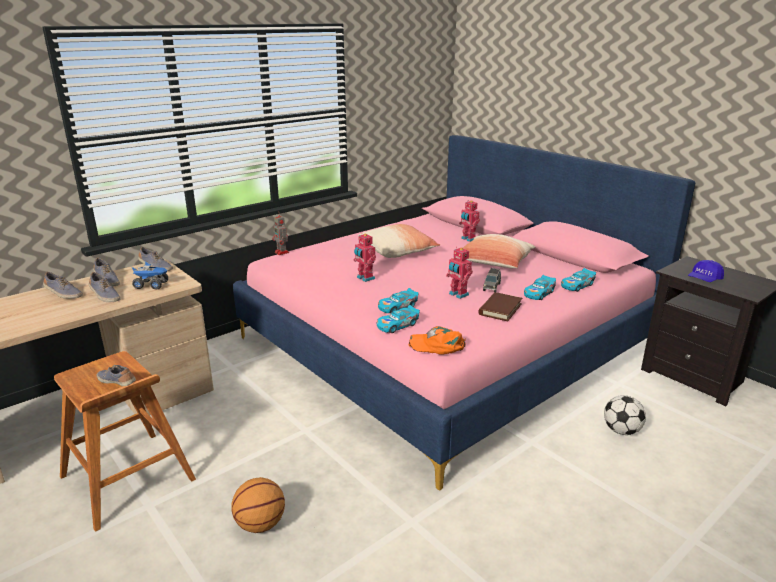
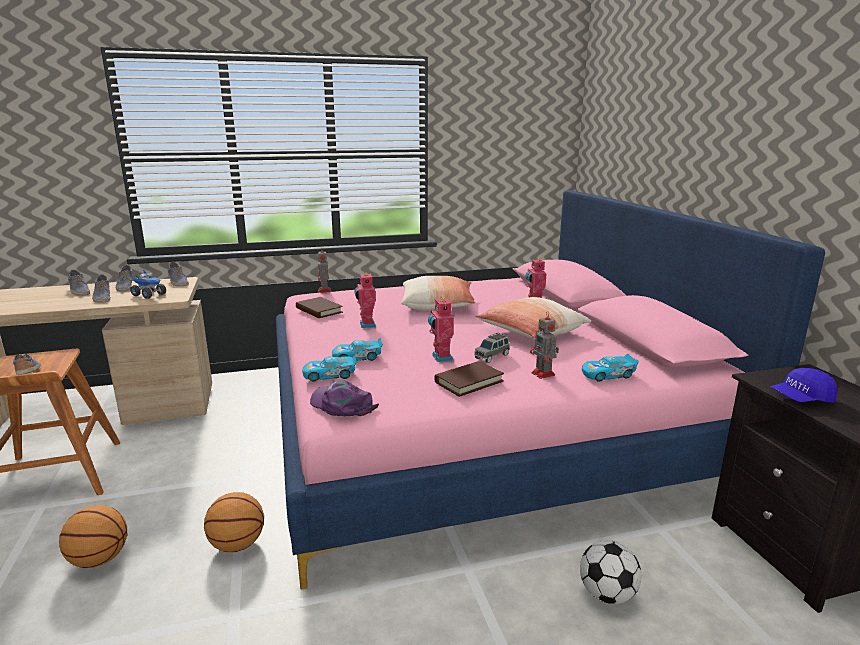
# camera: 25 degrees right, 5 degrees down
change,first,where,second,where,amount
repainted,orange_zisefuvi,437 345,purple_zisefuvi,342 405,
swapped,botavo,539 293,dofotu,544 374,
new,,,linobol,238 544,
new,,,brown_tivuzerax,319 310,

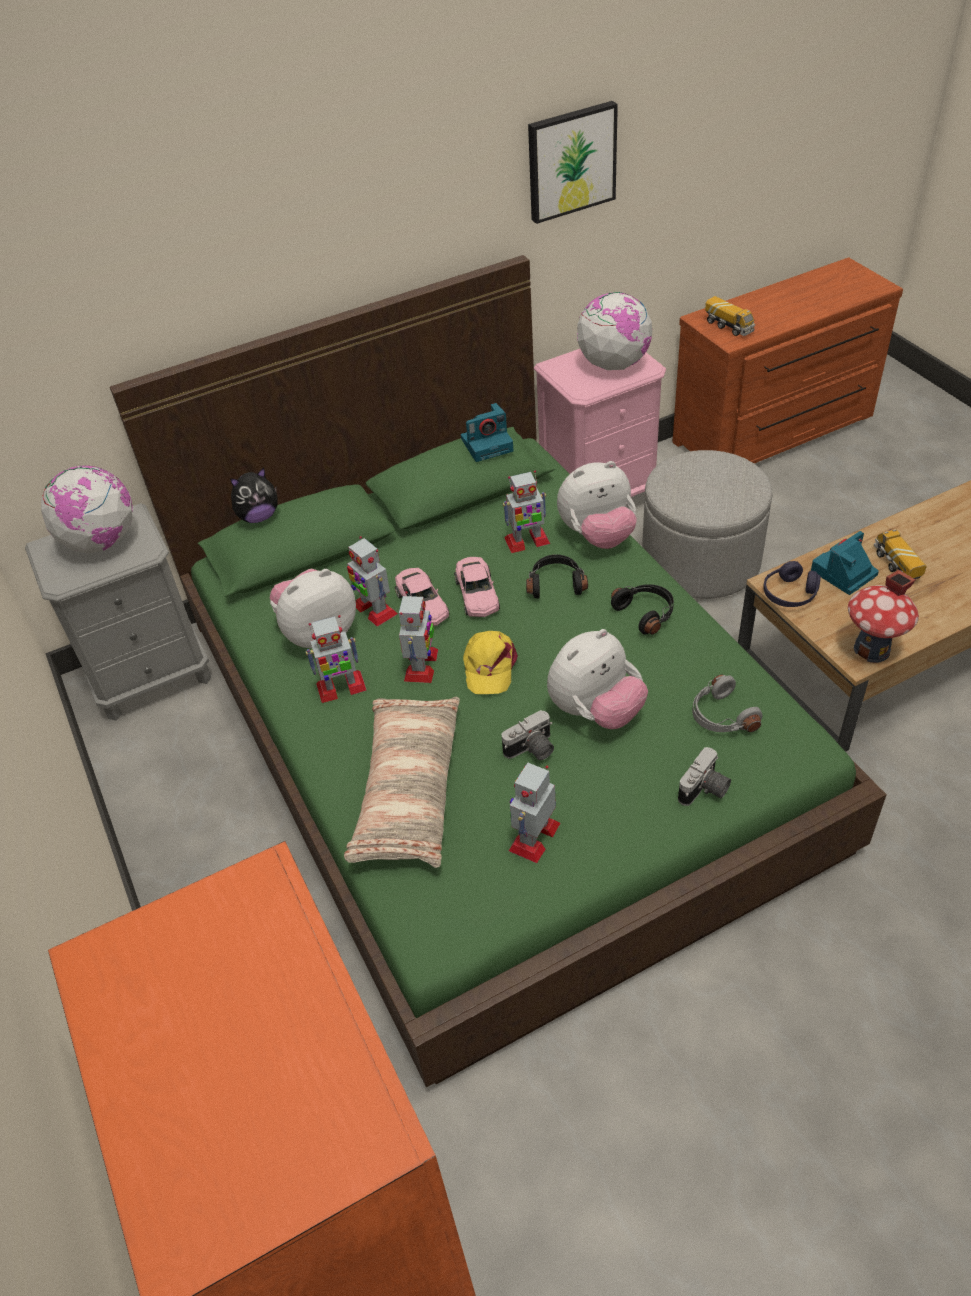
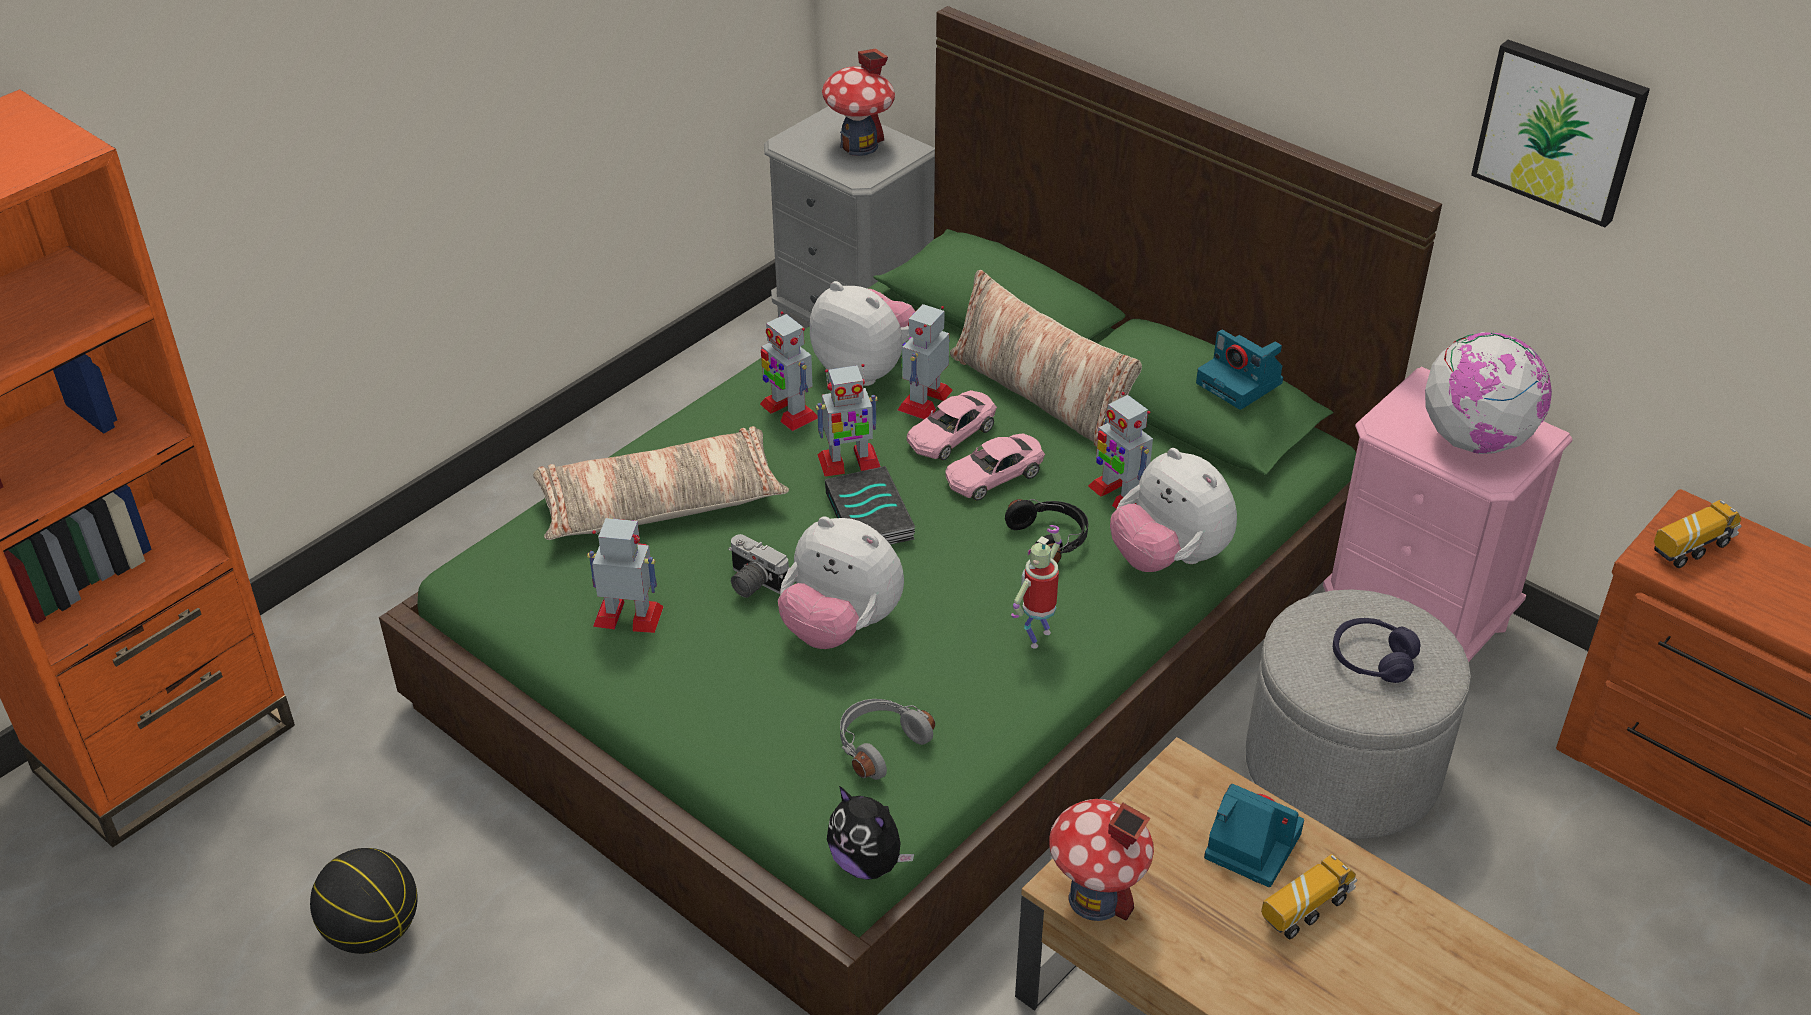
# camera: 65 degrees right, 5 degrees down
change,first,where,second,where,amount
swapped,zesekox,101 541,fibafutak,859 145,
shifted,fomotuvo,258 517,,868 863,
swapped,yellow_zisefuvi,489 666,tivuzerax,871 516,
swapped,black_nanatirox,646 613,dofotu,1037 636,
gone,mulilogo,705 790,,,
rotated,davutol,728 327,,1692 548,150 degrees counterclockwise
shifted,purple_nanatirox,789 594,,1372 660,
new,,,linobol,373 931,
new,,,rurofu,1041 397,

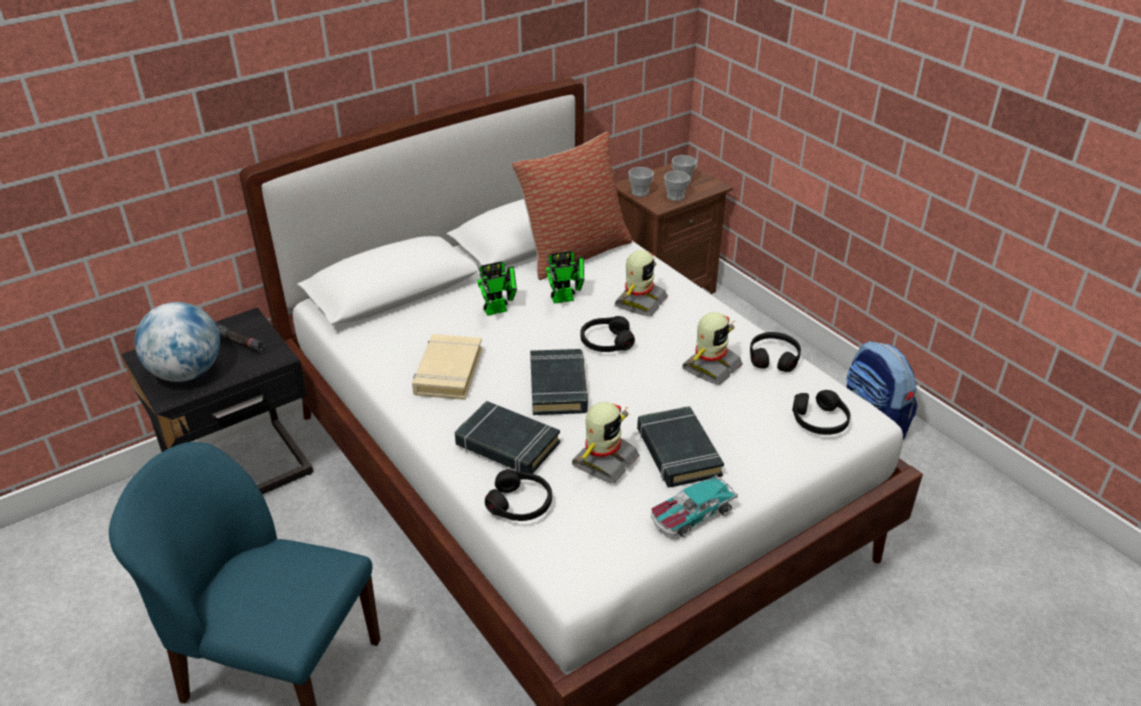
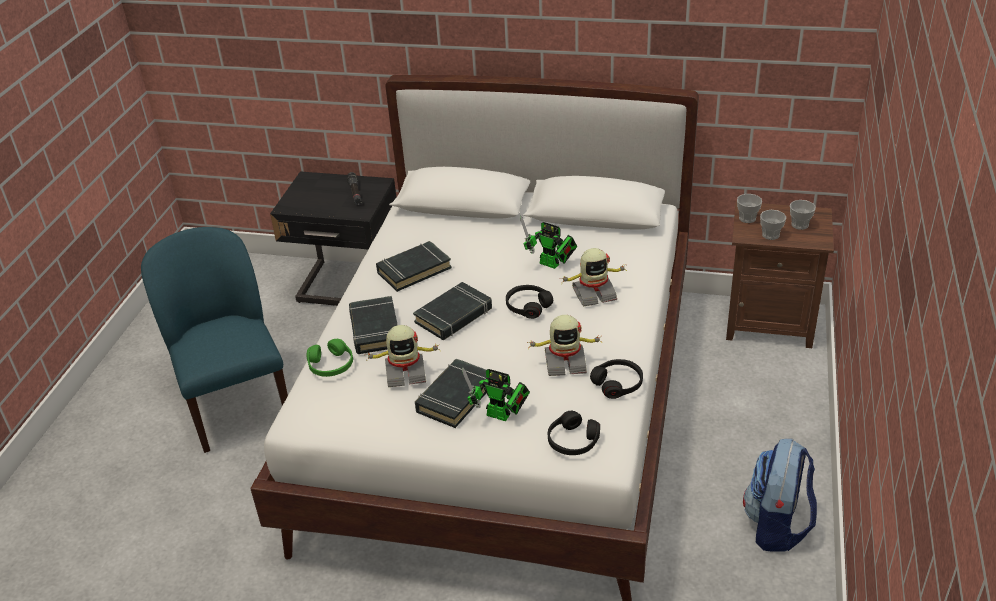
# camera: 50 degrees right, 0 degrees up
change,first,where,second,where,amount
gone,zesekox,187 373,,,
repainted,beige_tivuzerax,448 372,black_tivuzerax,414 270,
shifted,dofotu,499 310,,501 416,
repainted,black_nanatirox,520 504,green_nanatirox,331 365,
gone,rurofu,574 252,,,
gone,botavo,691 515,,,

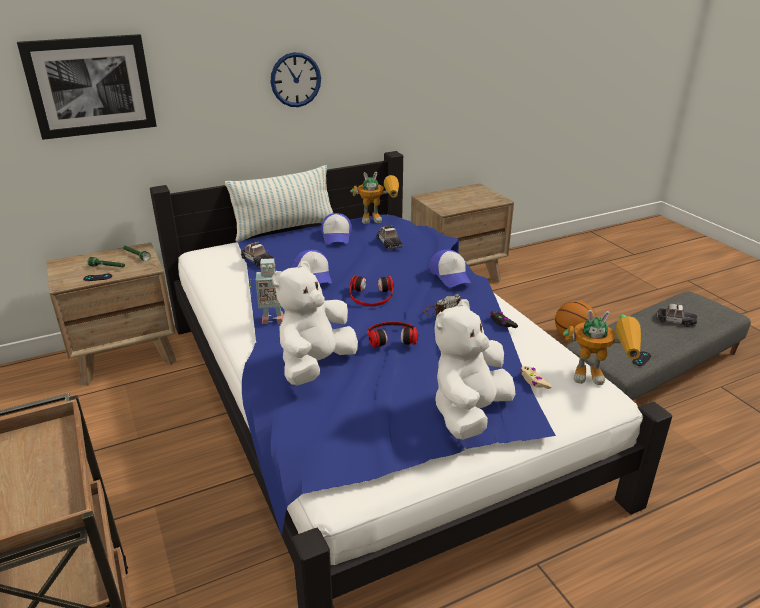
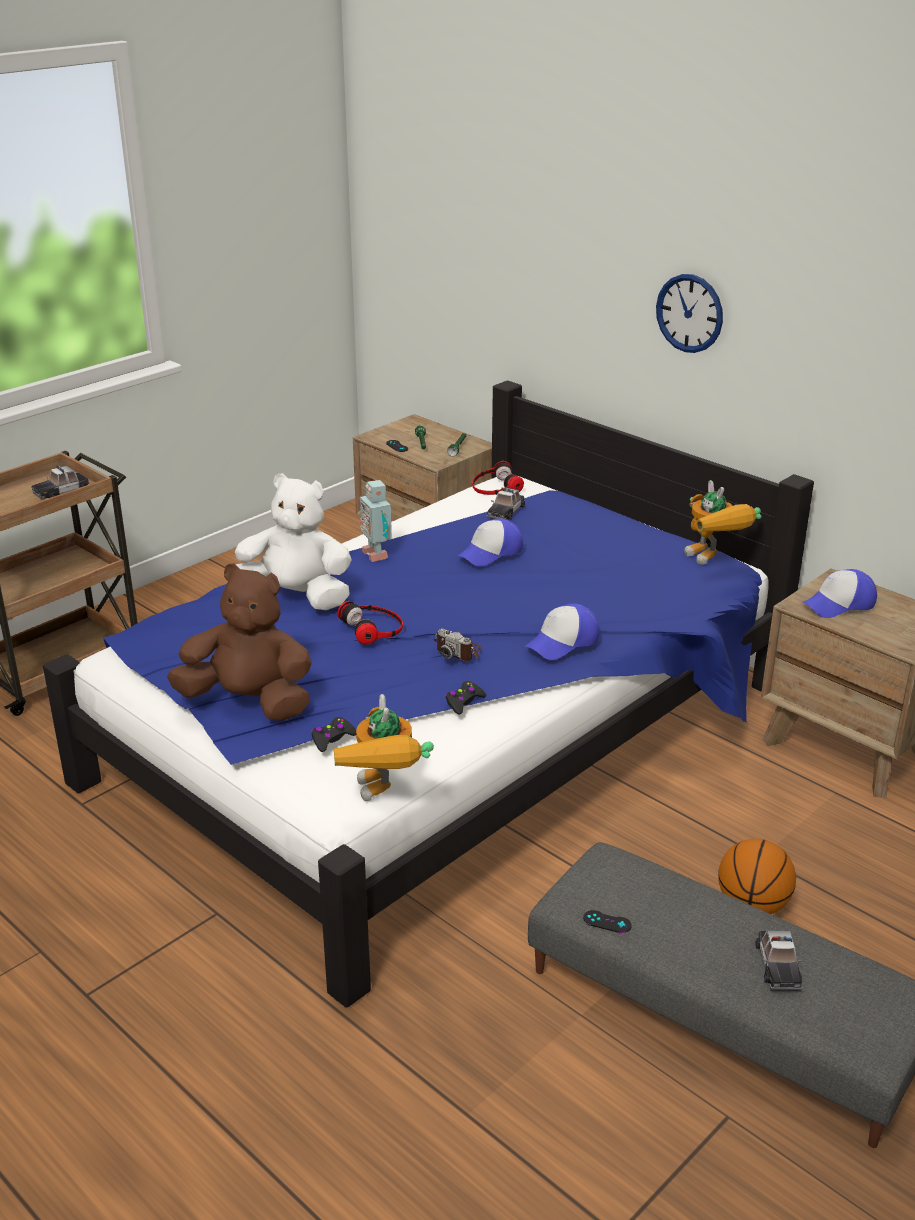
# camera: 70 degrees right, 0 degrees up
change,first,where,second,where,amount
gone,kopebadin,90 86,,,
gone,rurofu,285 229,,,
shifted,zisefuvi,336 236,,839 604,
shifted,nanatirox,371 296,,495 486,
shifted,botavo,389 242,,61 491,
repainted,white_fomotuvo,469 413,brown_fomotuvo,249 702,
repainted,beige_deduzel,534 381,black_deduzel,332 739,

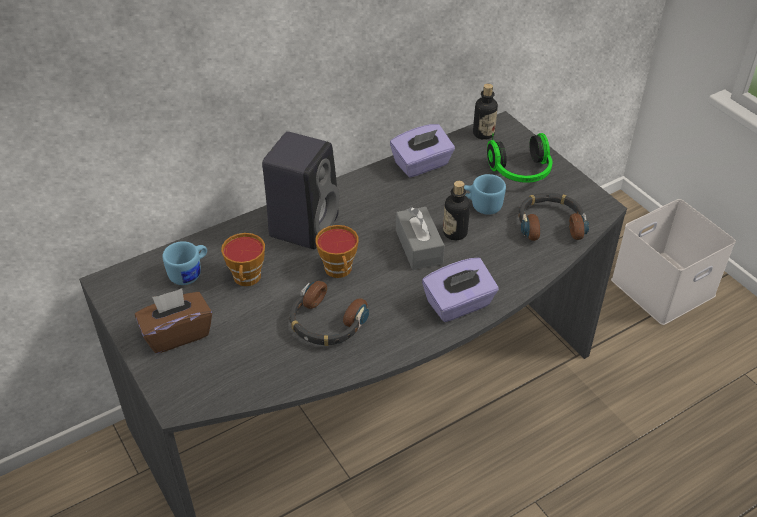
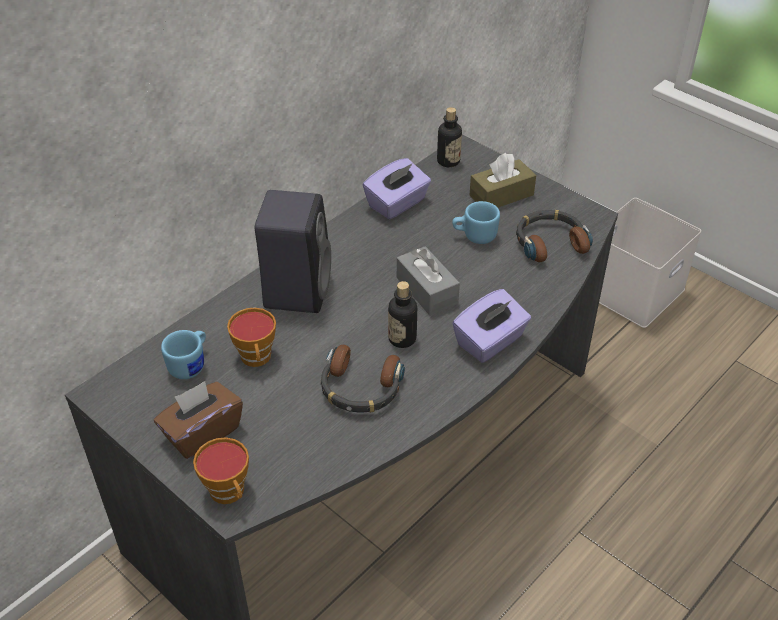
# camera: 15 degrees left, 0 degrees up
change,first,where,second,where,amount
shifted,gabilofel,339 270,,229 493,
shifted,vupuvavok,455 233,,402 339,
swapped,nanatirox,521 173,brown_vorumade,501 195,

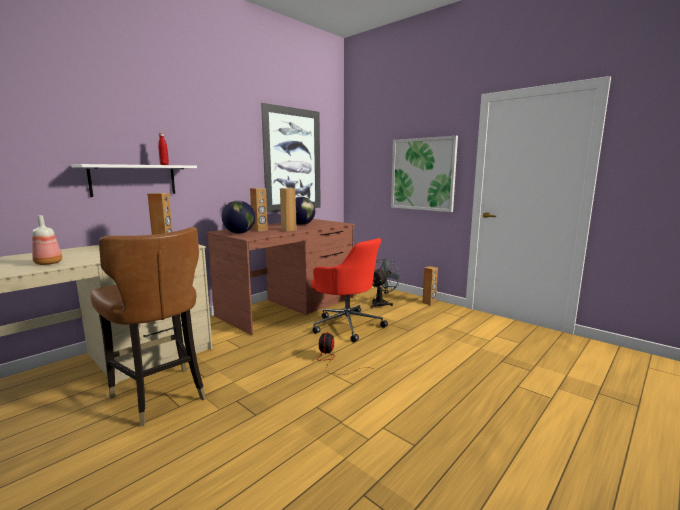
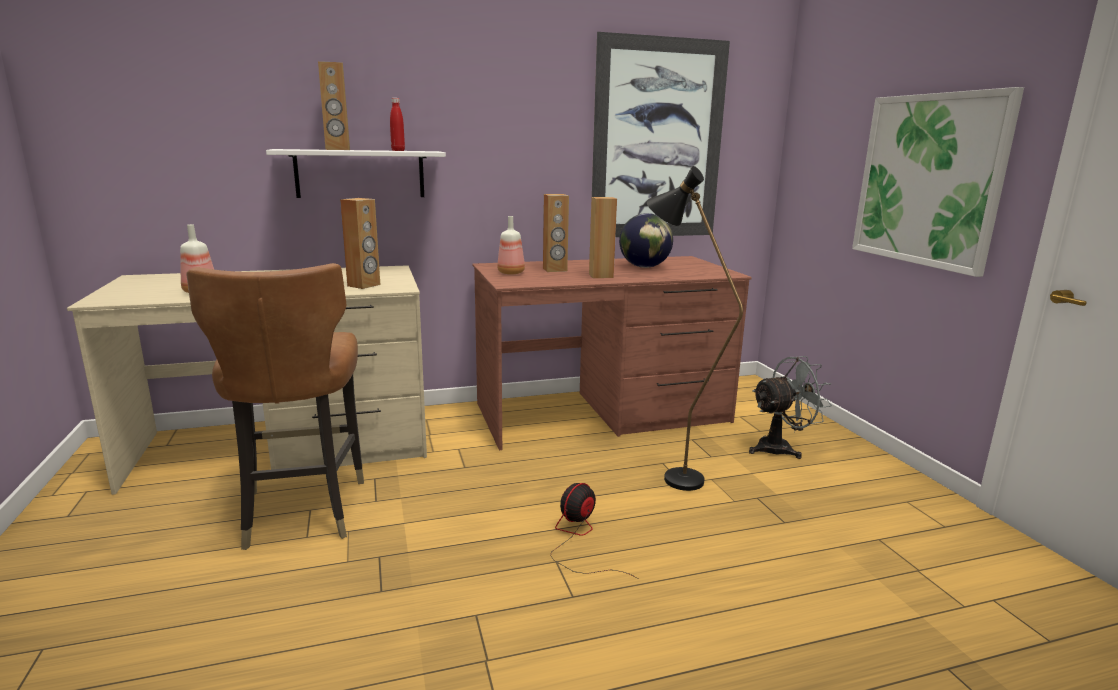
# camera: 30 degrees right, 5 degrees up
change,first,where,second,where,amount
swapped,zesekox,239 233,vupuvavok,511 273,
swapped,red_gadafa,347 325,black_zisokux,670 475,
shifted,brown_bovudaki,429 302,,338 149,

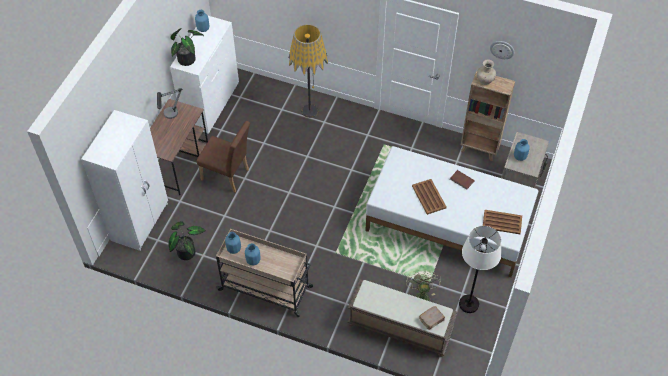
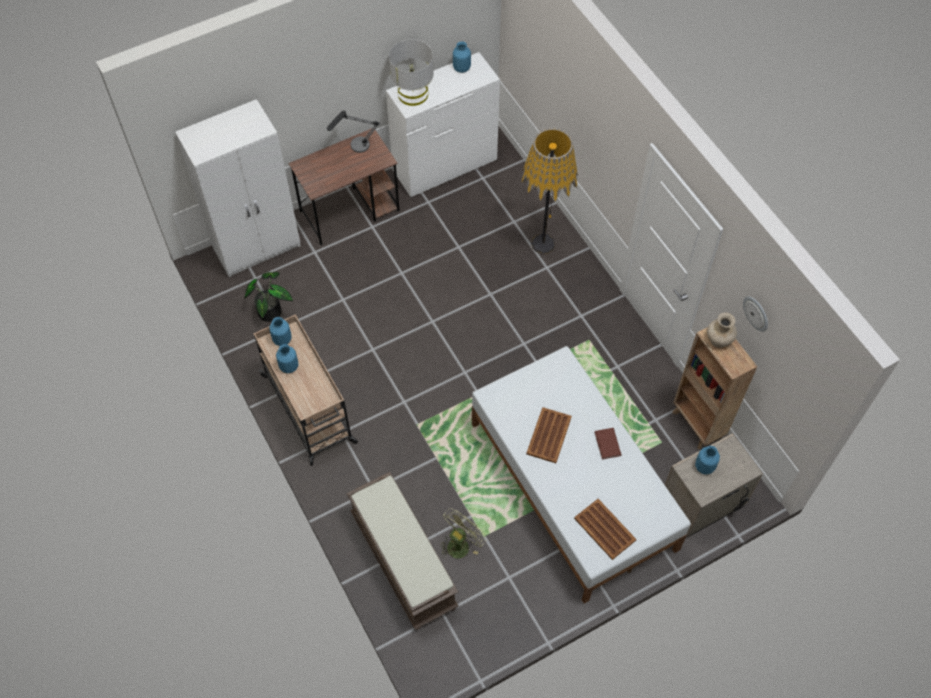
# camera: 40 degrees right, 5 degrees up
change,first,where,second,where,amount
swapped,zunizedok,189 59,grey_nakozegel,413 94,
gone,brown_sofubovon,228 176,,,
gone,brown_tivuzerax,432 319,,,
gone,white_zisokux,468 304,,,

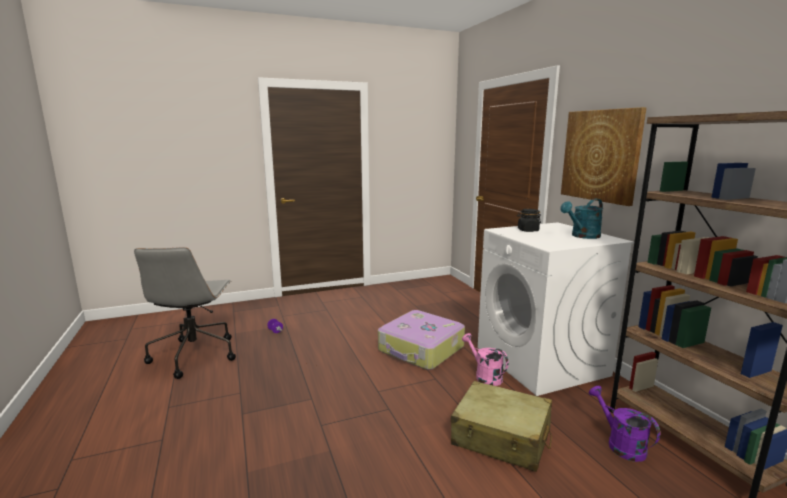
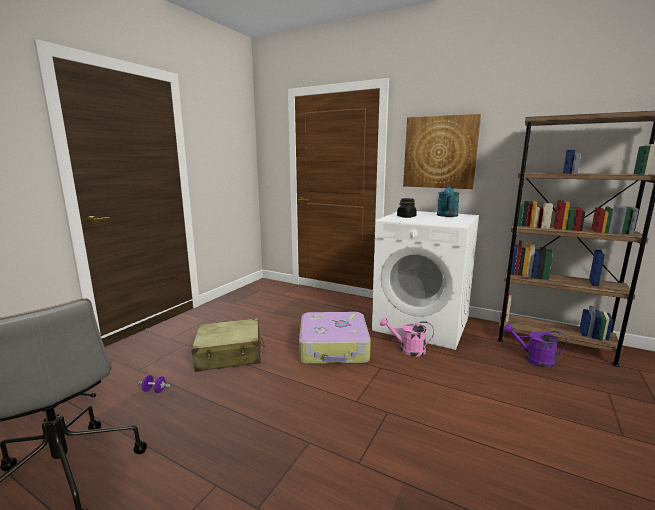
# camera: 40 degrees left, 0 degrees up
change,first,where,second,where,amount
shifted,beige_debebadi,501 437,,230 355,

